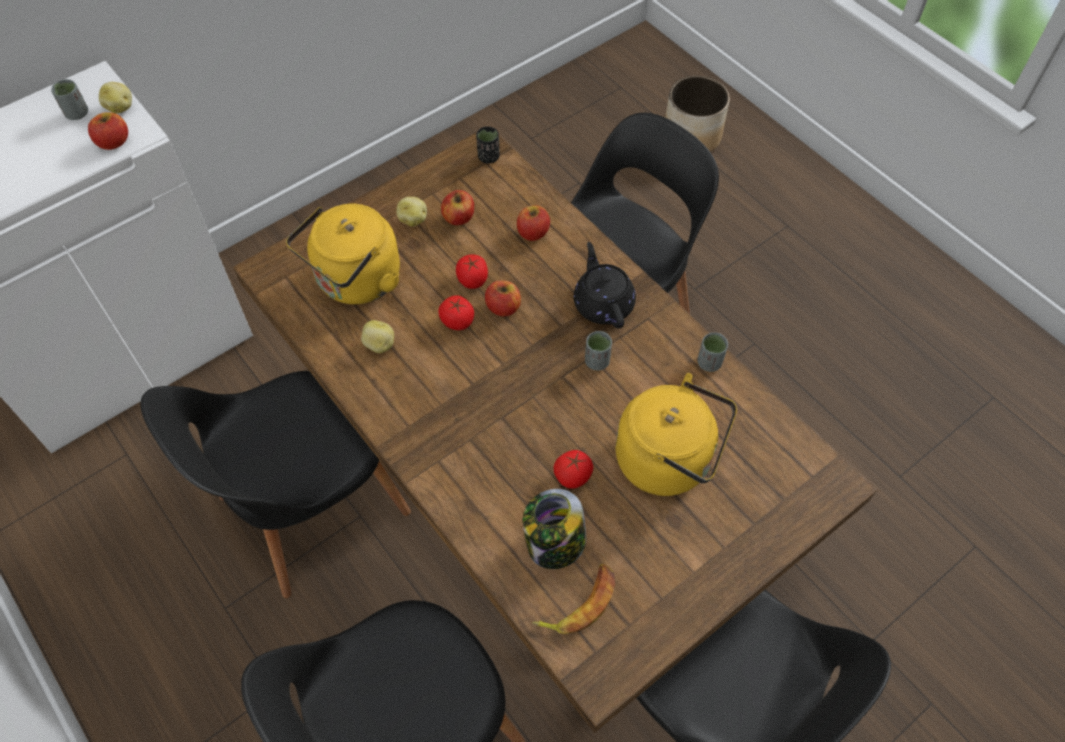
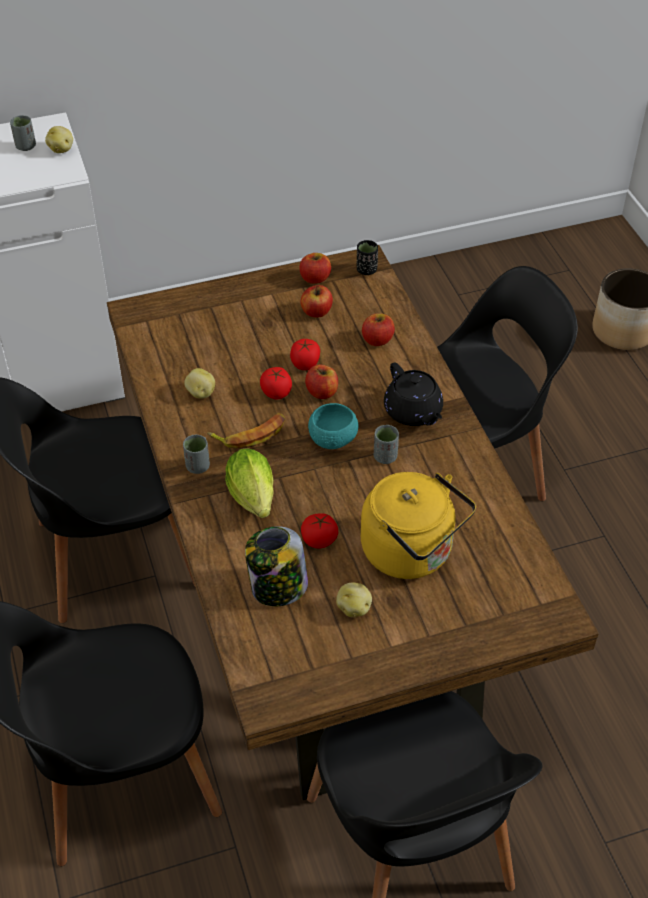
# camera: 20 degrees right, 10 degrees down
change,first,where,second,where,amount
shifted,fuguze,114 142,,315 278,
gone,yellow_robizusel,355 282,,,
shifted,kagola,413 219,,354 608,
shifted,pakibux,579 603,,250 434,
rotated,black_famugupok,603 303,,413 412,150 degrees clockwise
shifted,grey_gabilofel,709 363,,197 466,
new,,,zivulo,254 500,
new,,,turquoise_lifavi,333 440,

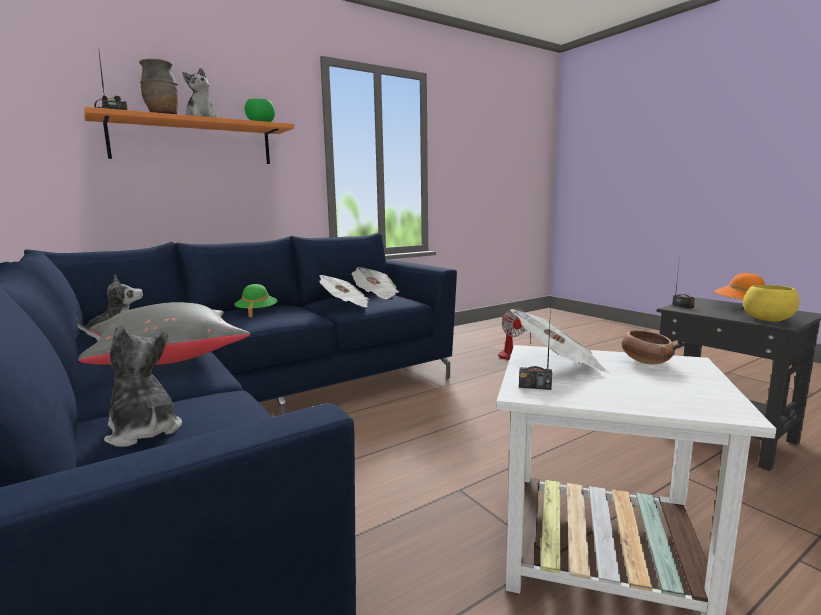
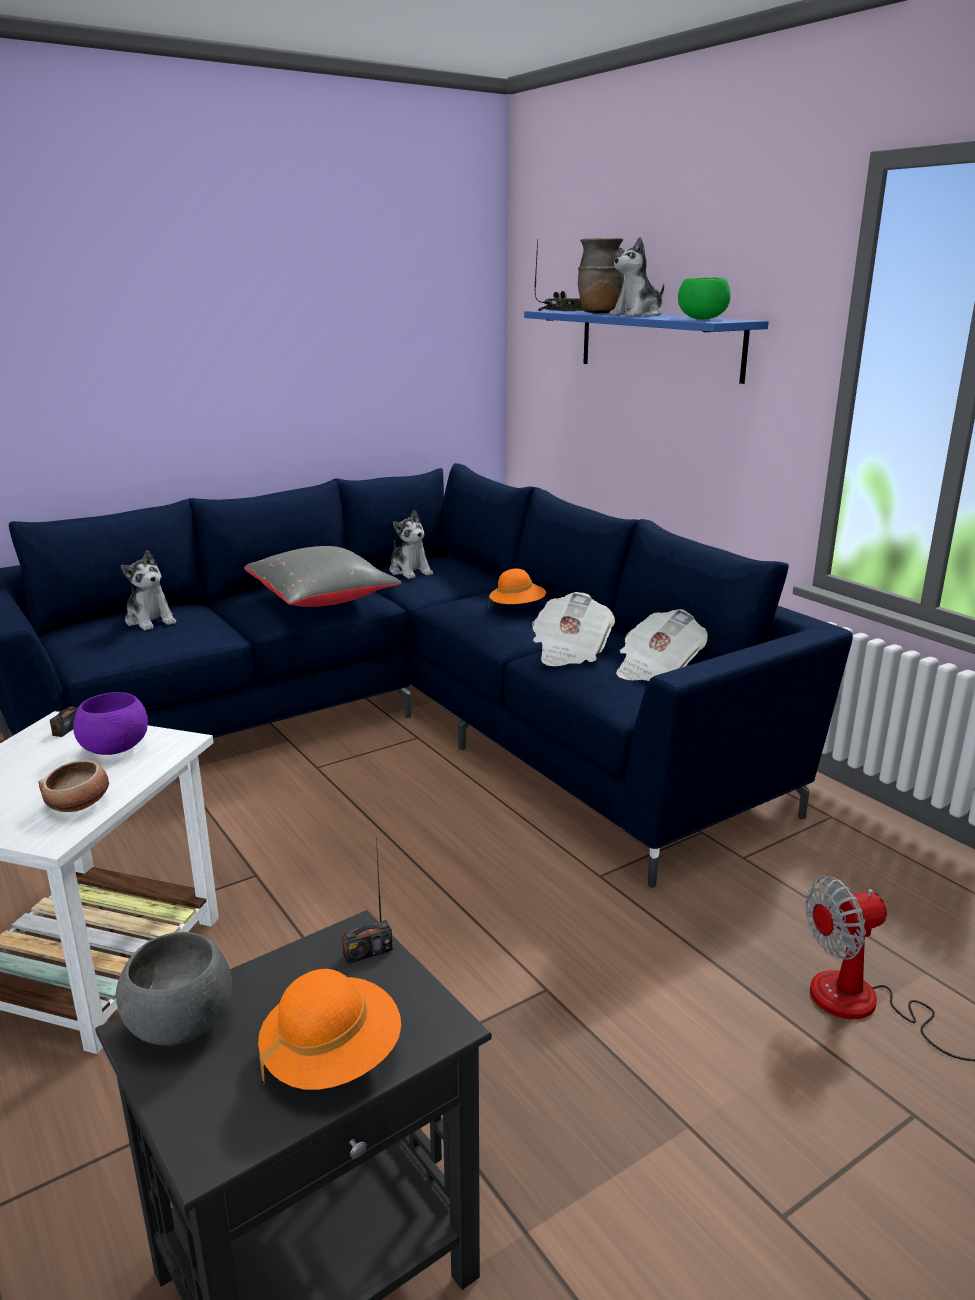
# camera: 90 degrees right, 10 degrees up
change,first,where,second,where,amount
repainted,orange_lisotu,193 142,blue_lisotu,659 344,
rotated,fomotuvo,143 431,,150 620,90 degrees clockwise
repainted,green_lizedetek,257 312,orange_lizedetek,517 608,
swapped,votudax,558 365,purple_lifavi,116 750,
repainted,yellow_lifavi,768 320,grey_lifavi,179 1025,

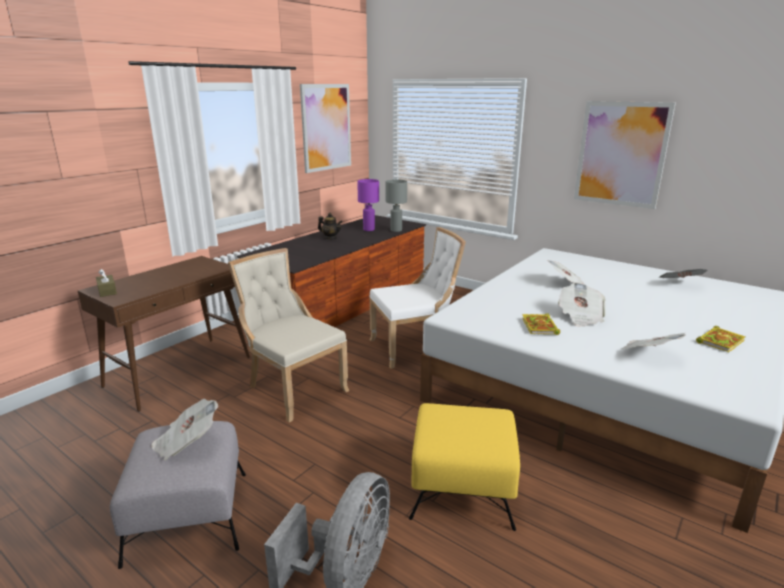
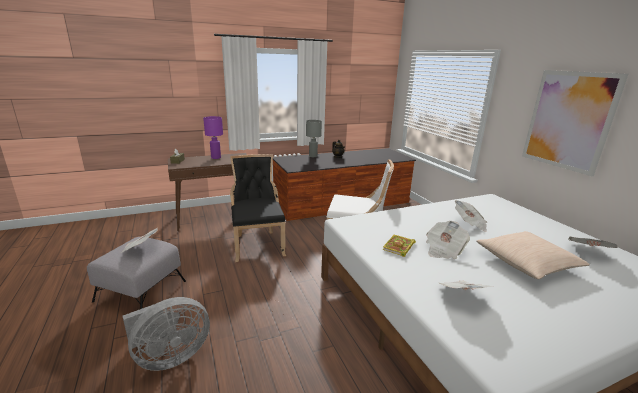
# camera: 30 degrees right, 0 degrees up
change,first,where,second,where,amount
repainted,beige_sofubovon,293 389,black_sofubovon,258 244,
gone,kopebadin,326 127,,,
shifted,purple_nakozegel,368 229,,216 157,
shifted,grey_nakozegel,396 230,,313 156,
gone,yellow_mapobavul,461 487,,,
gone,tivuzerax,720 341,,,
new,,,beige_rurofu,527 263,

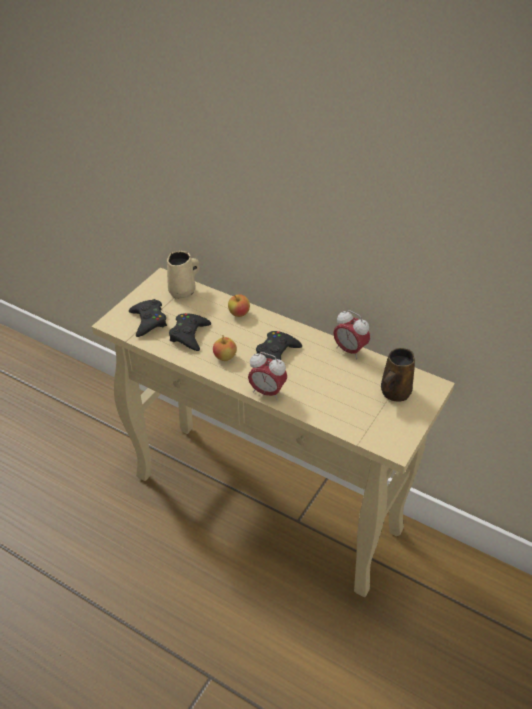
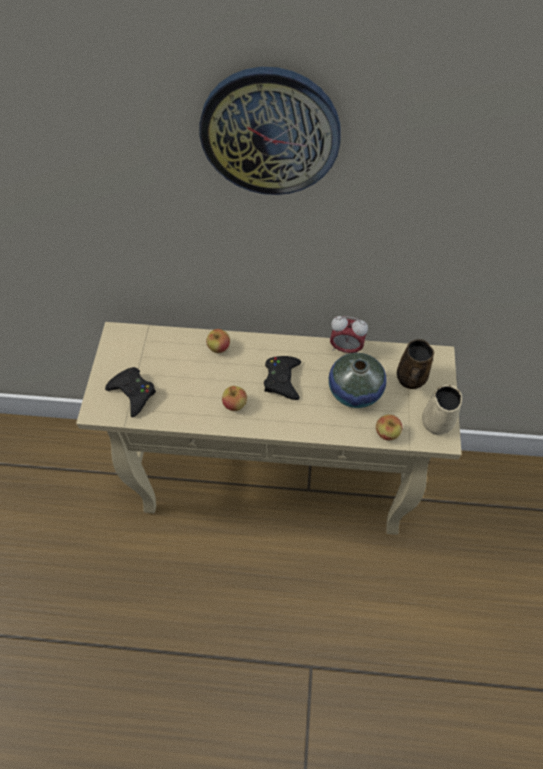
# camera: 25 degrees left, 15 degrees up
change,first,where,second,where,amount
shifted,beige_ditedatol,183 291,,437 420,
gone,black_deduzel,189 335,,,
gone,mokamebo,267 392,,,
new,,,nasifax,270 132,
new,,,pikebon,355 391,
new,,,fuguze,387 433,

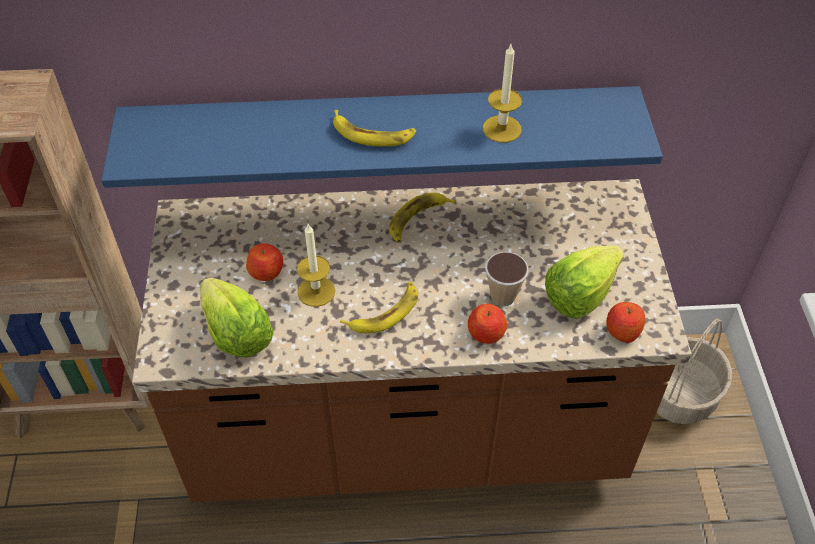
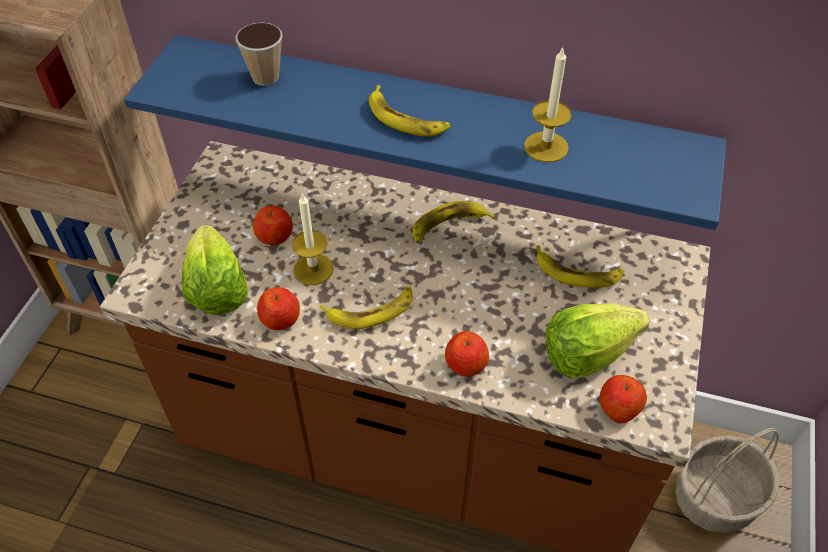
# camera: 20 degrees right, 0 degrees up
change,first,where,second,where,amount
shifted,gabilofel,503 296,,265 77,
new,,,fuguze,281 319,
new,,,pakibux,577 272,

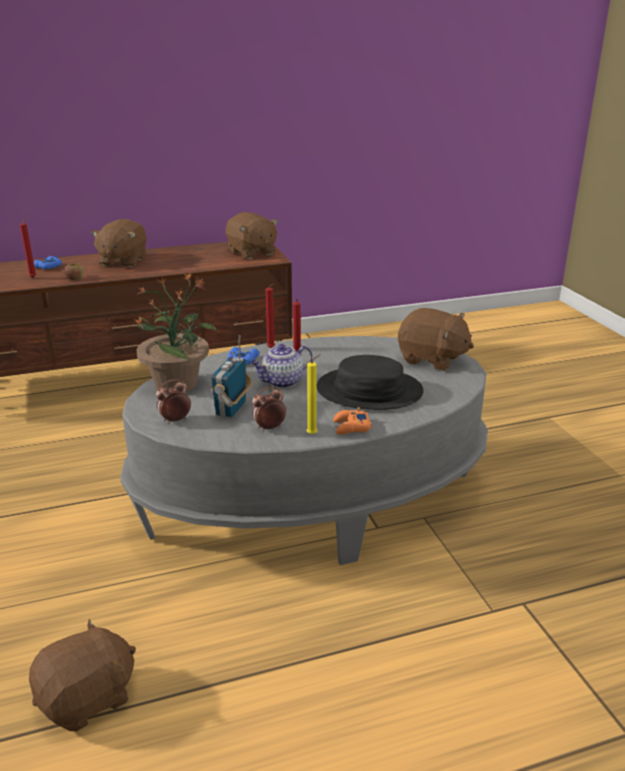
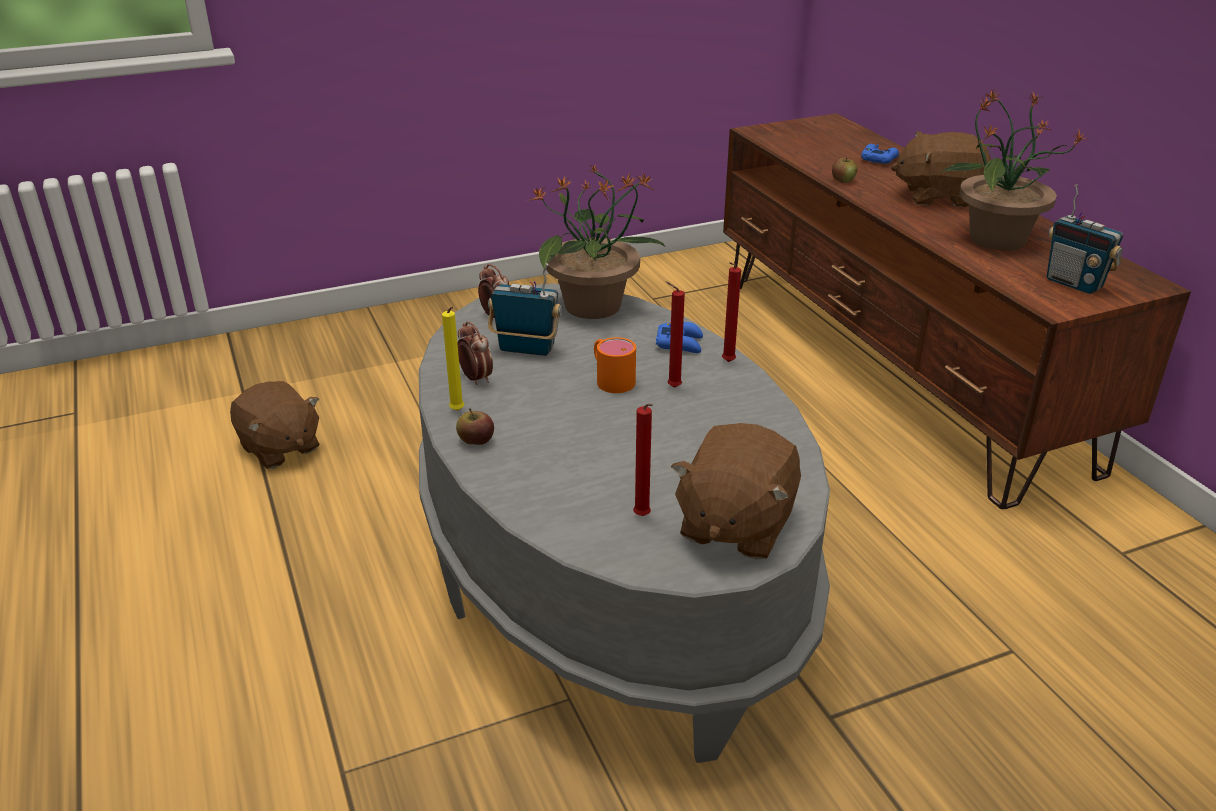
# camera: 85 degrees right, 5 degrees up
change,first,where,second,where,amount
shifted,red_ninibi,34 277,,643 517,
swapped,brown_fomotuvo,251 253,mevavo,1074 283,
swapped,famugupok,282 382,orange_ditedatol,611 379,
gone,black_lizedetek,369 391,,,
swapped,orange_deduzel,351 427,fuguze,476 441,
new,,,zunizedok,995 239,

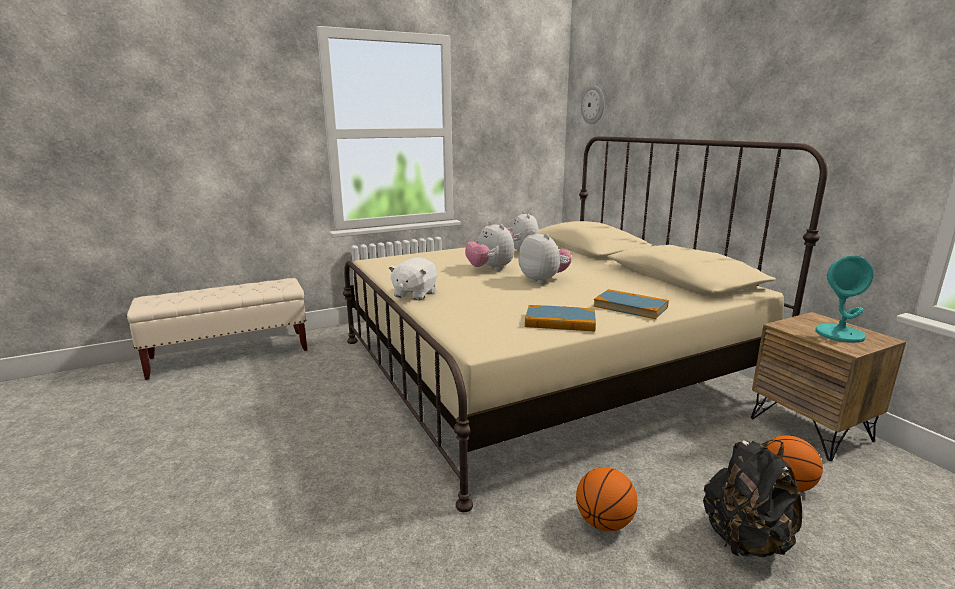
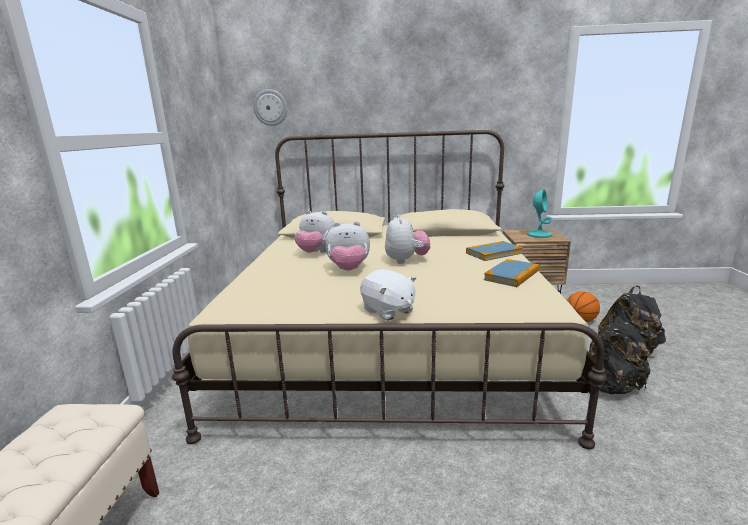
# camera: 60 degrees left, 0 degrees up
change,first,where,second,where,amount
rotated,fomotuvo,543 280,,406 260,90 degrees clockwise
swapped,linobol,604 522,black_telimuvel,610 387,

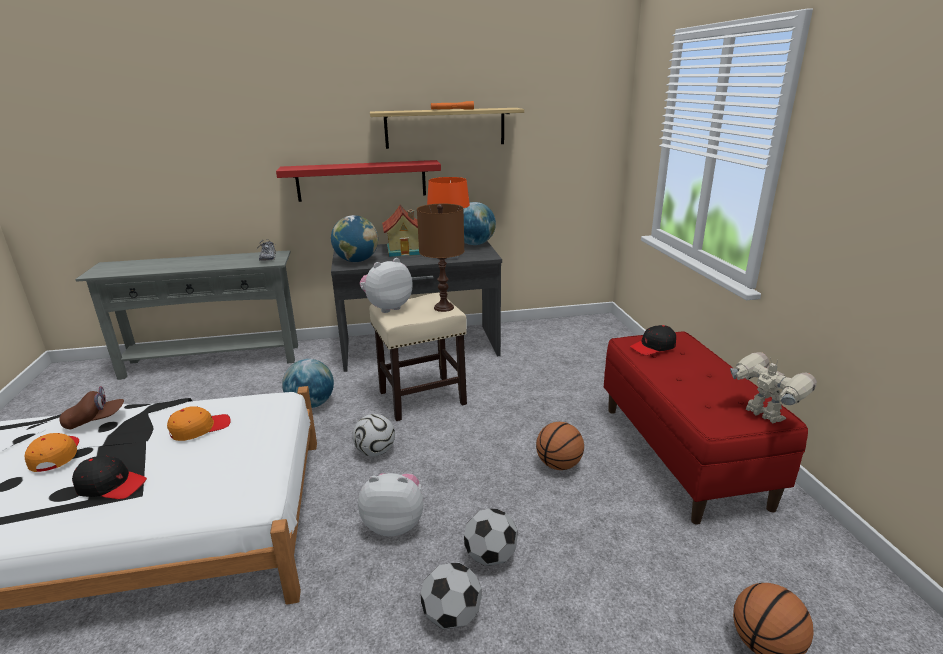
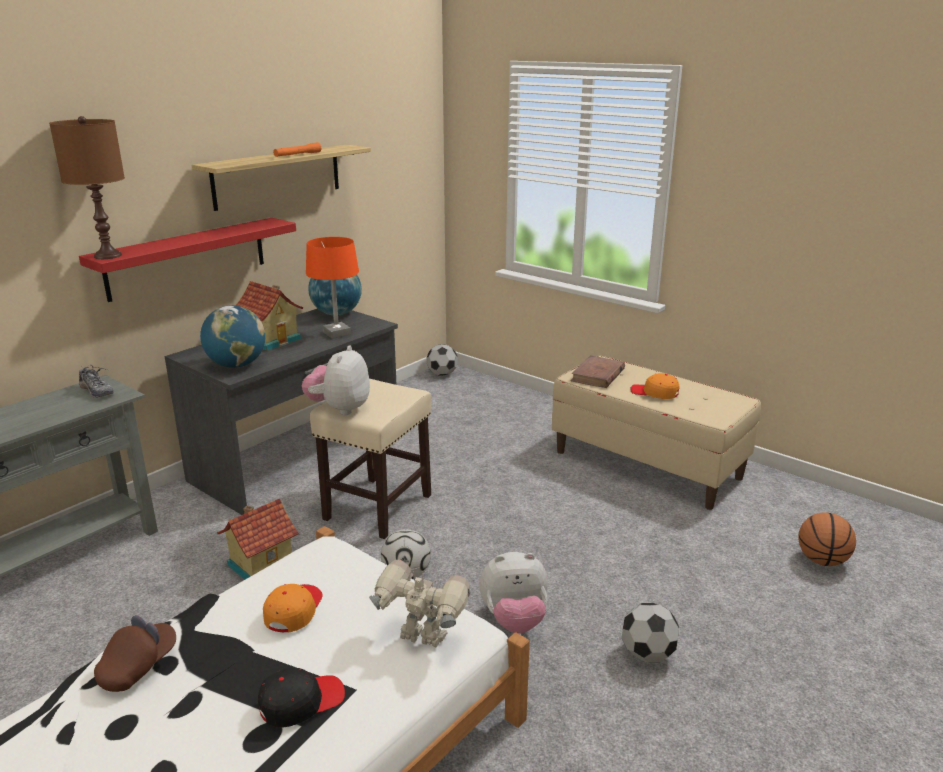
# camera: 40 degrees left, 0 degrees up
change,first,where,second,where,amount
shifted,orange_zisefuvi,55 456,,654 393,
swapped,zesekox,311 404,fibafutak,260 564,
rotated,fomotuvo,395 523,,514 620,150 degrees counterclockwise
shifted,brown_nakozegel,443 308,,108 256,
shifted,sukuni,490 556,,442 374,
gone,linobol,558 465,,,
repainted,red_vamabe,682 454,beige_vamabe,647 464,
swapped,black_zisefuvi,653 347,brown_tivuzerax,597 375,
shifted,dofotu,762 416,,422 639,

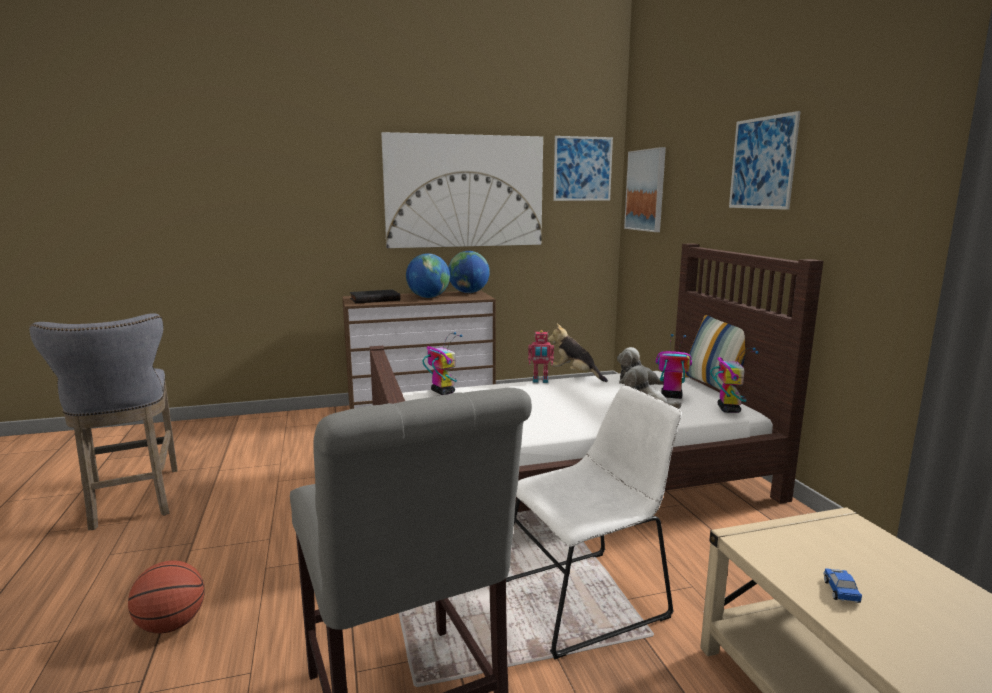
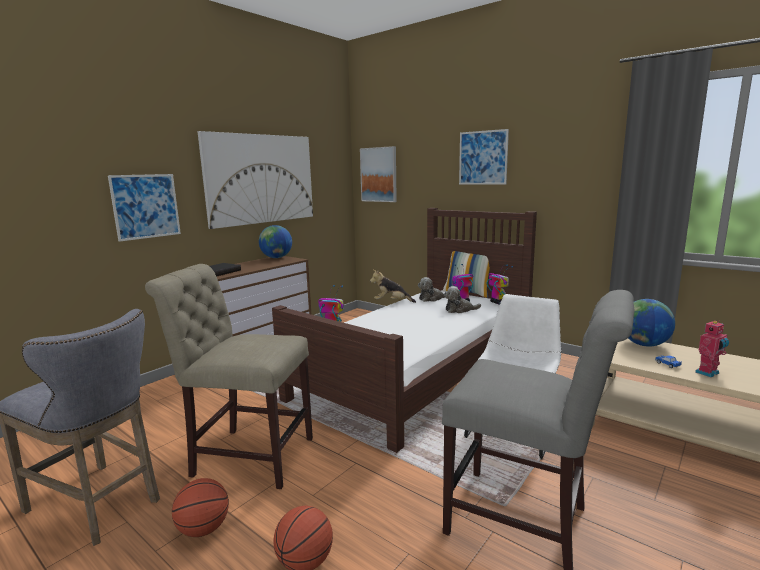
# camera: 35 degrees left, 0 degrees up
change,first,where,second,where,amount
shifted,zesekox,428 297,,644 344,
shifted,dofotu,540 381,,708 373,
shifted,kopebadin,582 169,,146 206,
new,,,beige_sofubovon,247 455,
new,,,linobol,203 529,

